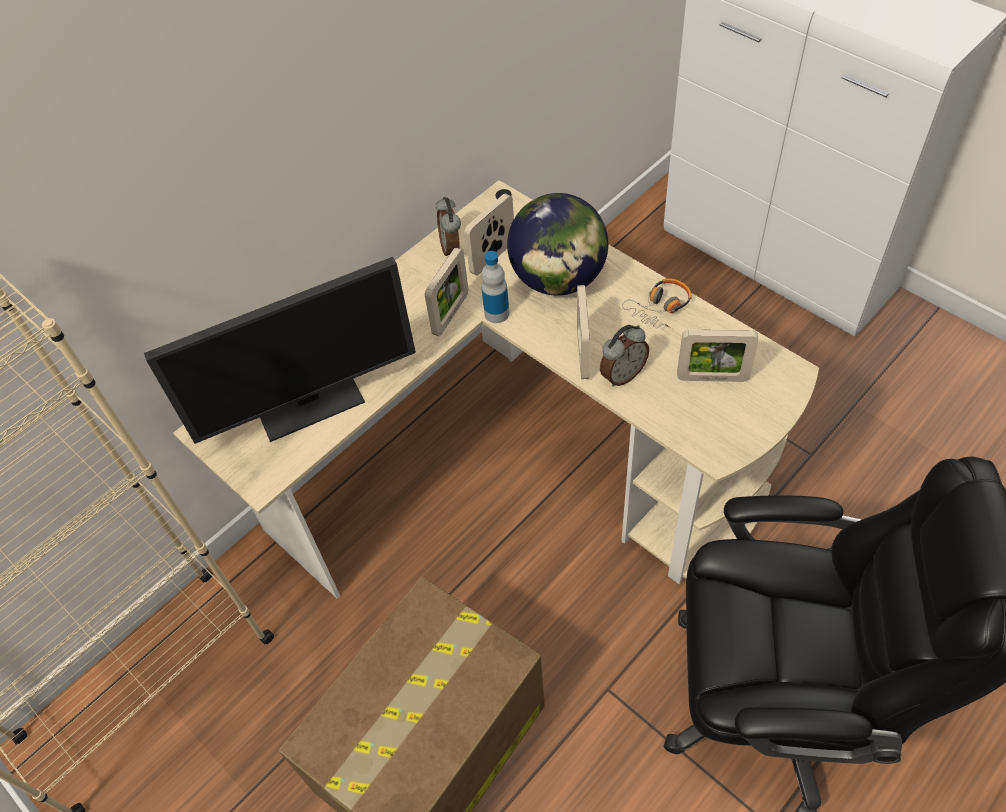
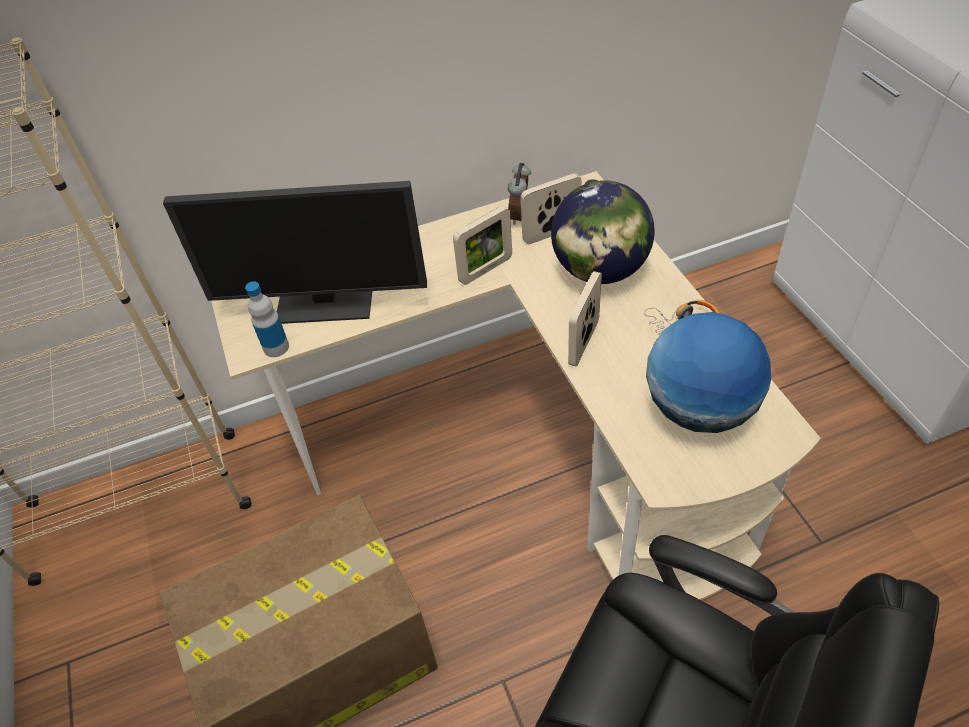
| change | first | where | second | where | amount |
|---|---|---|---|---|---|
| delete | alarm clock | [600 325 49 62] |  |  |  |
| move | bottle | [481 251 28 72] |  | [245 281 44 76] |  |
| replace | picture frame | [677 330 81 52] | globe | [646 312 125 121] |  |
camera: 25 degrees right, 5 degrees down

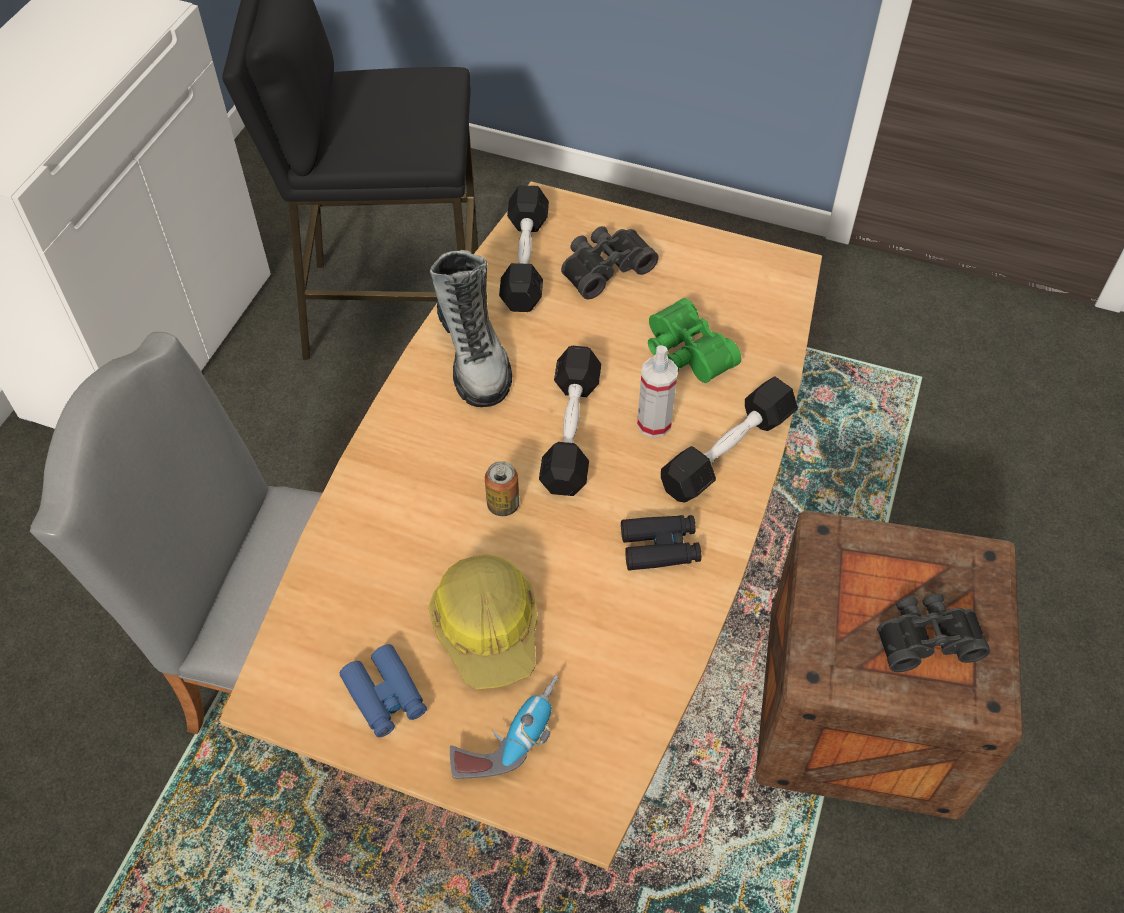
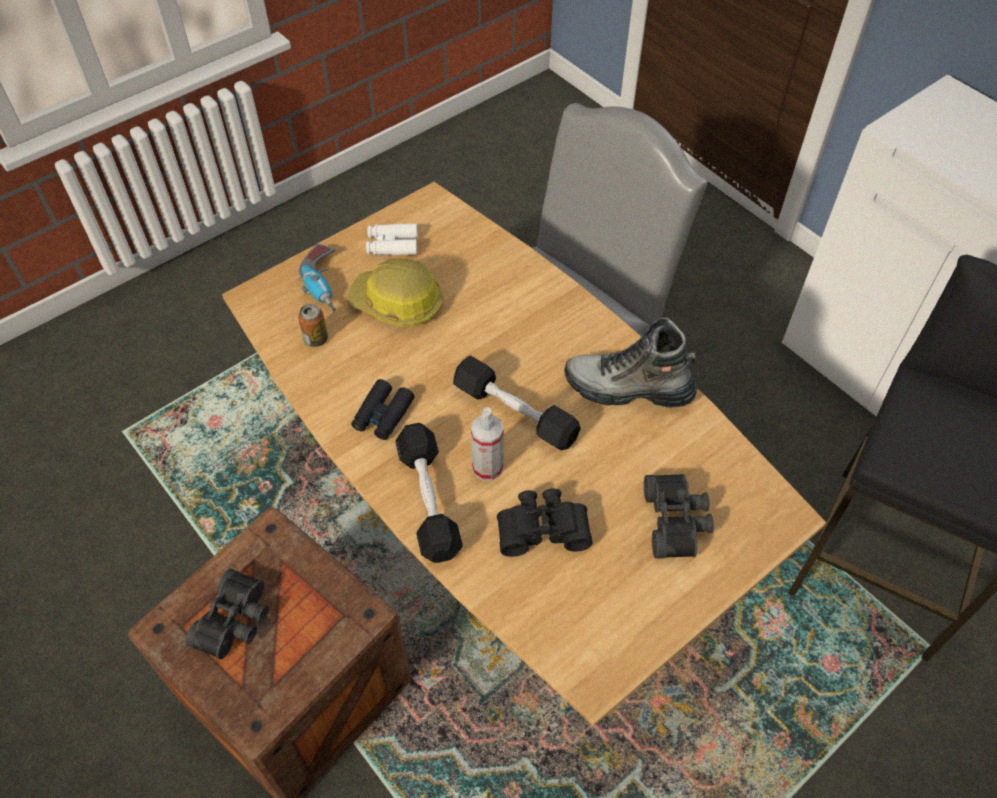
| change | first | where | second | where | amount |
|---|---|---|---|---|---|
| delete | black dumbbell | [499 185 50 127] |  |  |  |
| move | can | [485 461 34 55] |  | [298 304 30 43] |  |
| recolor | blue binoculars | [340 644 87 93] | white binoculars | [366 223 52 32] |  |
| recolor | green binoculars | [648 298 93 85] | black binoculars | [497 488 96 69] |  |
camera: 120 degrees right, 0 degrees up

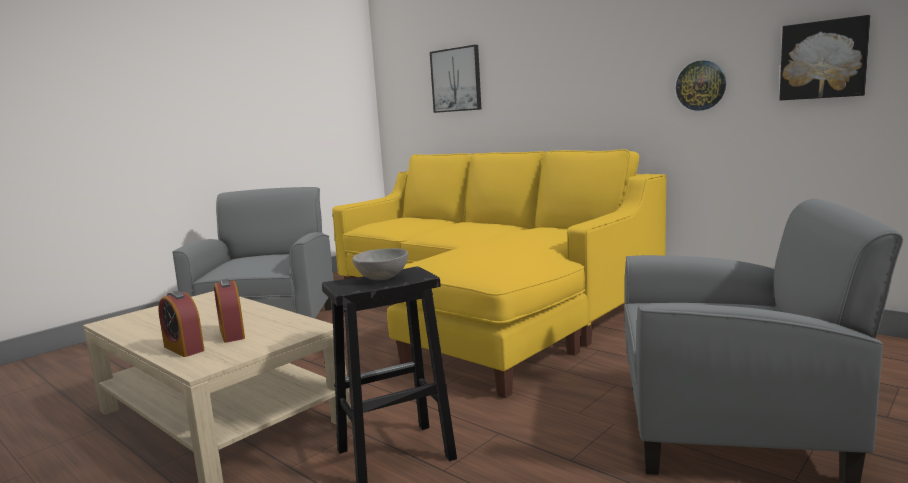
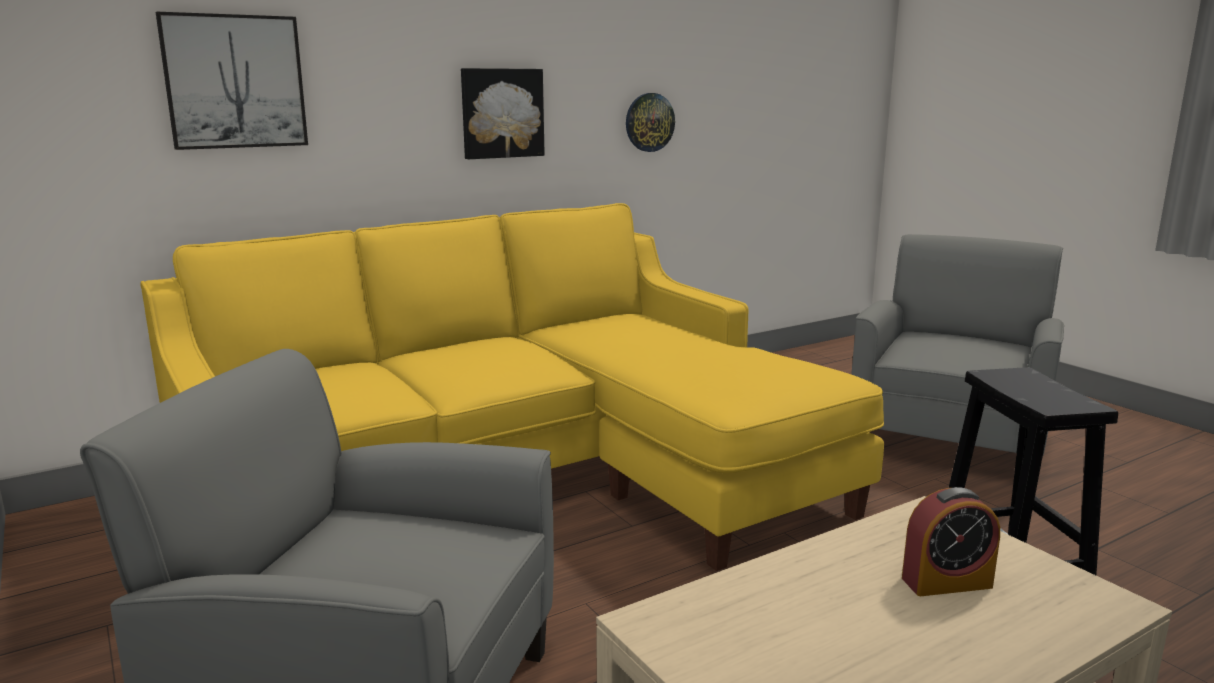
| change | first | where | second | where | amount |
|---|---|---|---|---|---|
| delete | alarm clock | [159 291 46 66] |  |  |  |
| delete | grey bowl | [352 248 56 32] |  |  |  |
| move | picture | [779 15 91 85] |  | [461 68 84 91] |  |
camera: 75 degrees left, 5 degrees up

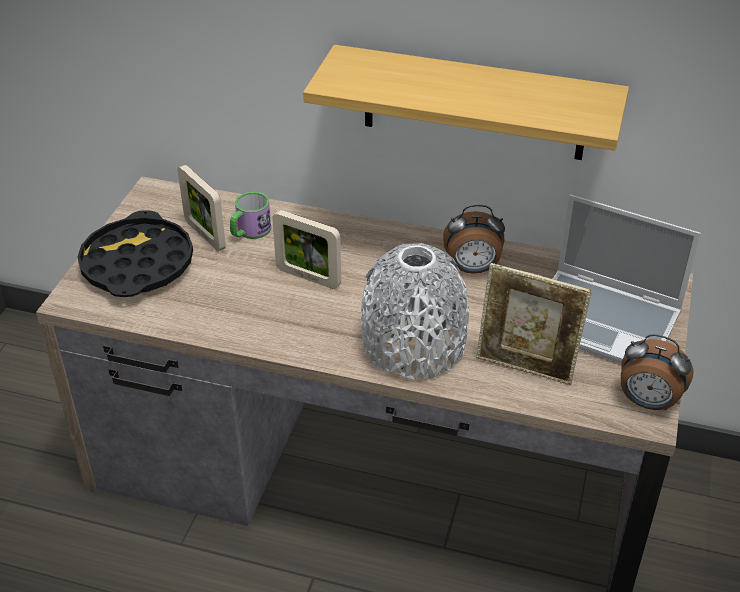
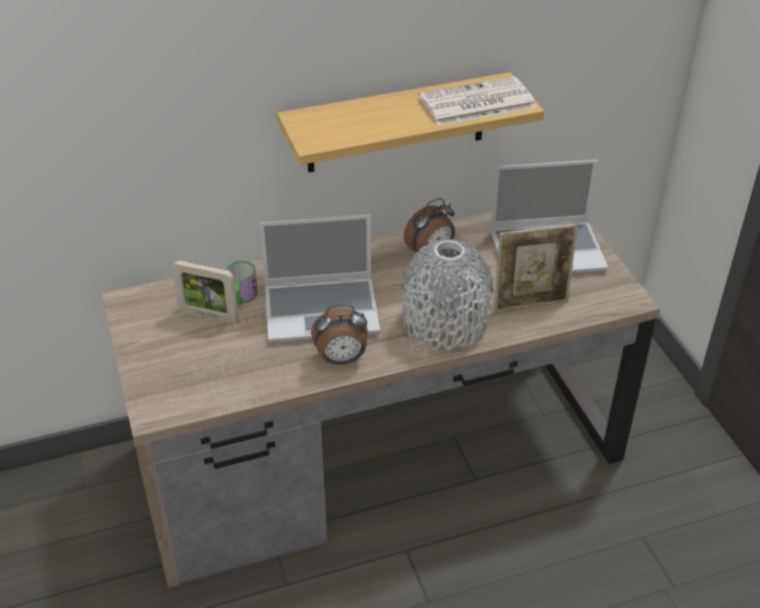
| change | first | where | second | where | amount |
|---|---|---|---|---|---|
| delete | black tray | [77 210 116 87] |  |  |  |
| insert |  |  | newspaper | [419 77 117 49] |  |
| move | alarm clock | [621 334 73 76] |  | [311 304 57 61] |  |
| replace | picture frame | [272 210 69 79] | laptop | [259 215 121 128] |  |
camera: 35 degrees left, 0 degrees up

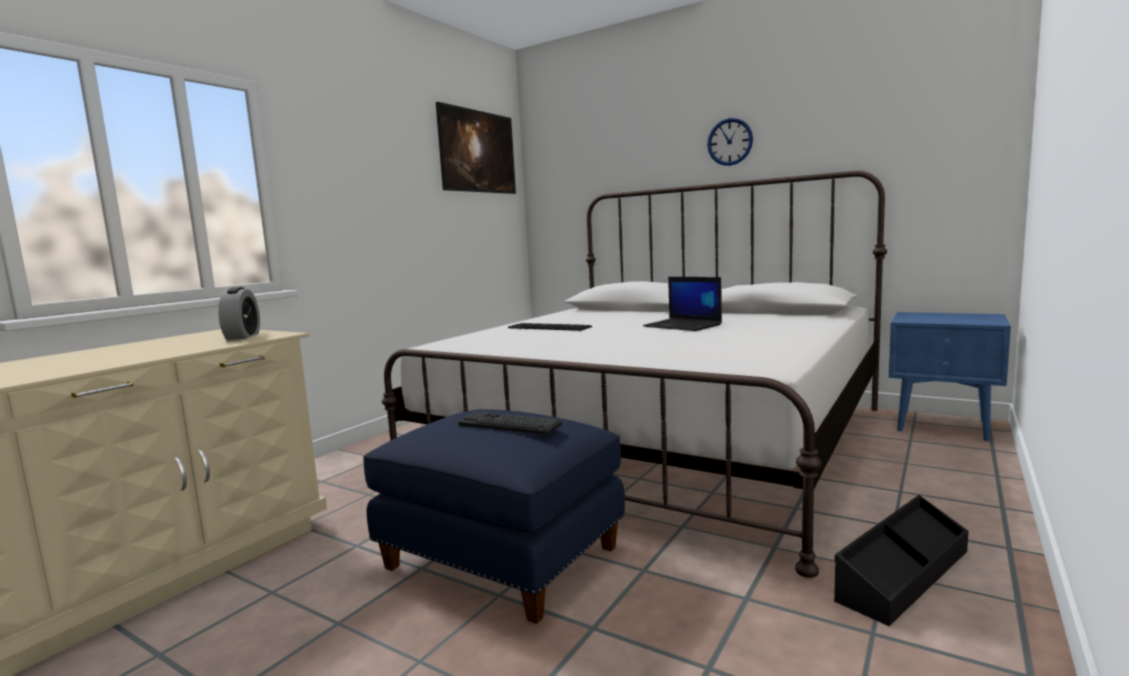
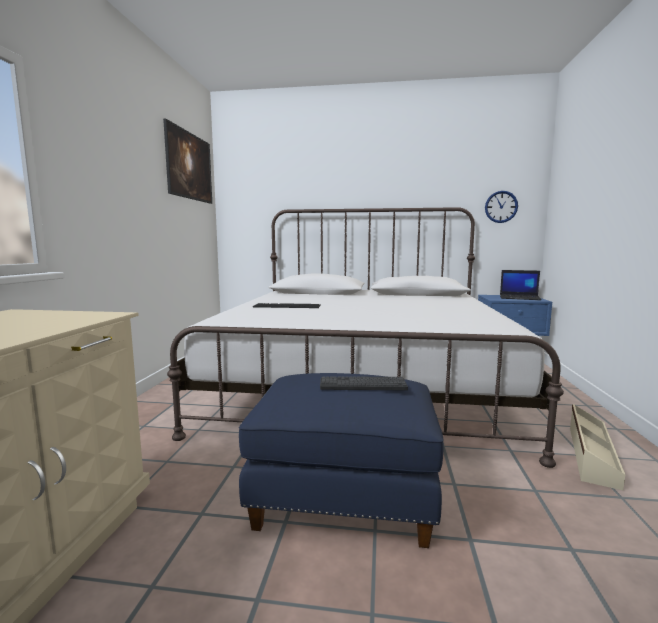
| change | first | where | second | where | amount |
|---|---|---|---|---|---|
| delete | alarm clock | [218 287 42 53] |  |  |  |
| move | laptop | [643 277 79 54] |  | [500 270 42 30] |  |
| move | wall clock | [707 118 46 48] |  | [485 191 33 32] |  |
| recolor | black storage box | [834 495 135 131] | beige storage box | [570 404 55 86] |  |
camera: 25 degrees left, 0 degrees up

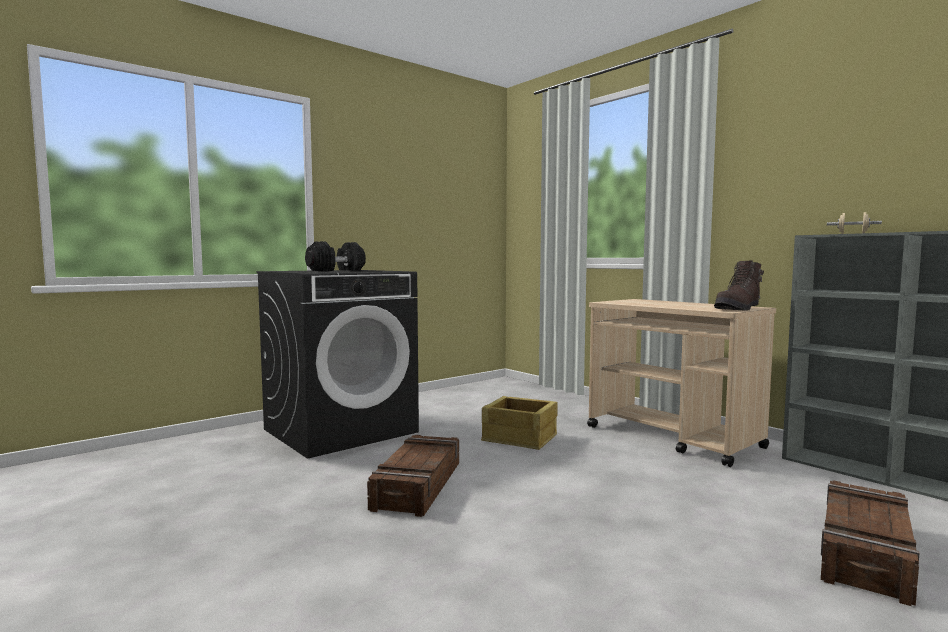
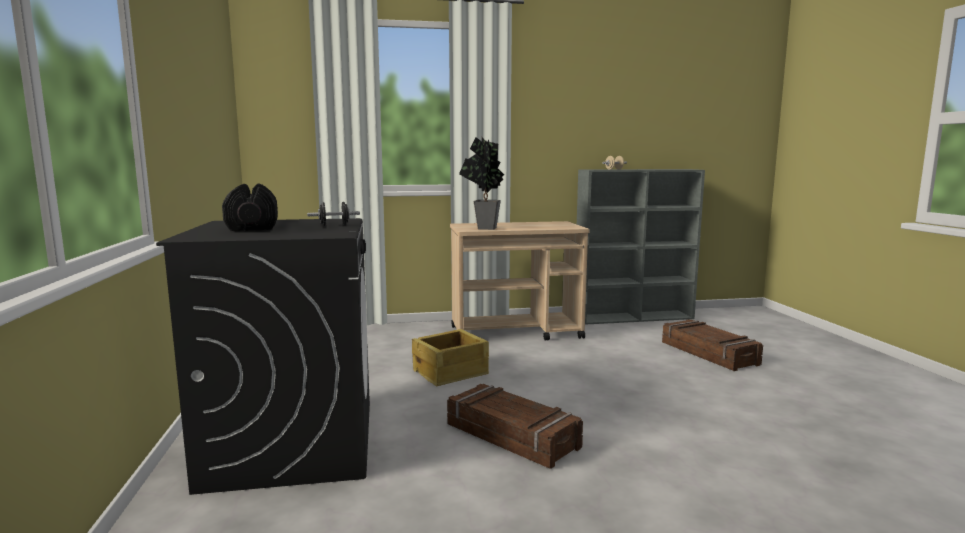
| change | first | where | second | where | amount |
|---|---|---|---|---|---|
| delete | brown boot | [714 260 50 51] |  |  |  |
| insert |  |  | black dumbbell | [307 202 53 24] |  |
| insert |  |  | potted plant | [459 137 45 93] |  |
camera: 60 degrees left, 5 degrees up

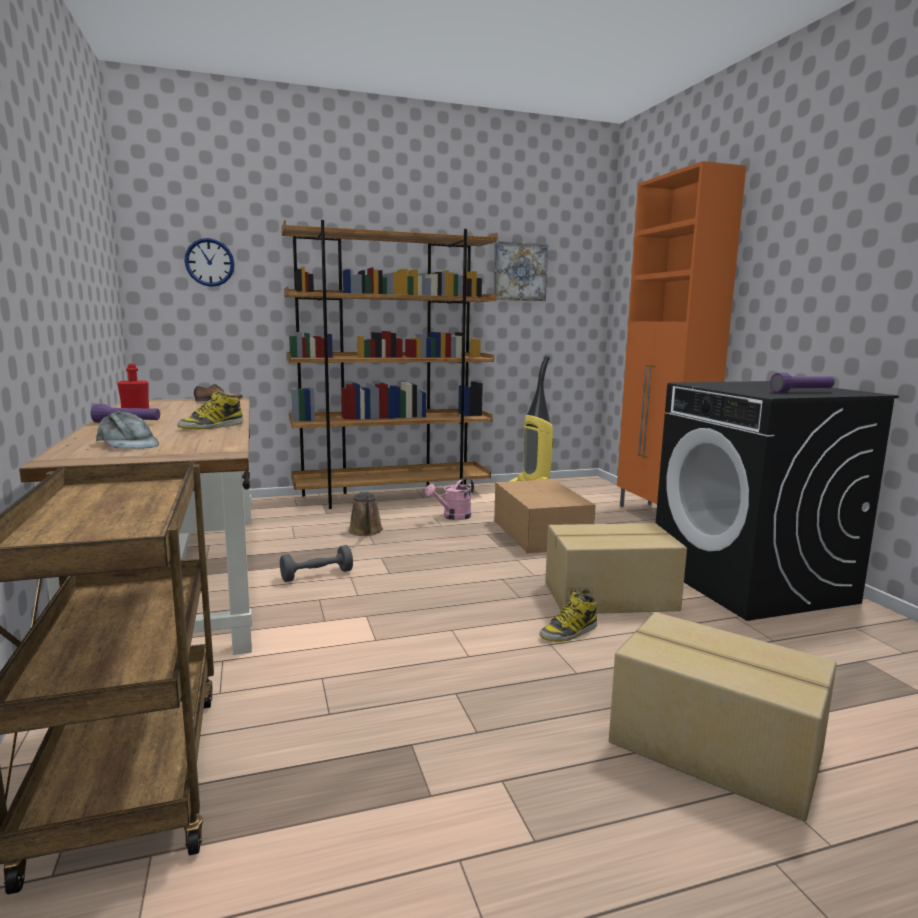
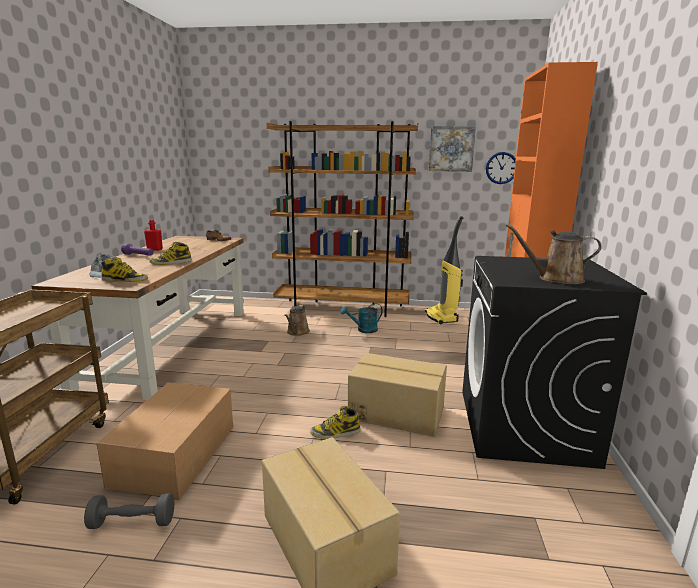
| change | first | where | second | where | amount |
|---|---|---|---|---|---|
| insert |  |  | boot | [101 257 47 25] |  |
| move | wall clock | [184 238 50 49] |  | [486 152 30 32] |  |
| move | grey dumbbell | [280 545 73 37] |  | [84 493 90 36] |  |
| move | cardboard box | [494 479 101 74] |  | [97 382 136 118] |  |
| replace | purple flashlight | [770 373 65 20] | brown watering can | [506 224 96 60] |  |
| recolor | pink watering can | [425 477 49 43] | turquoise watering can | [340 303 43 30] |  |
camera: 25 degrees right, 5 degrees up

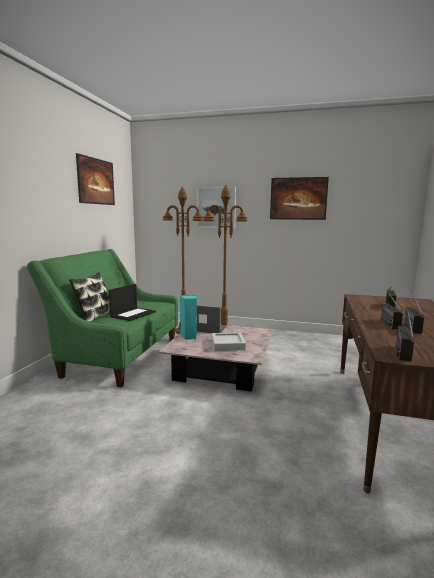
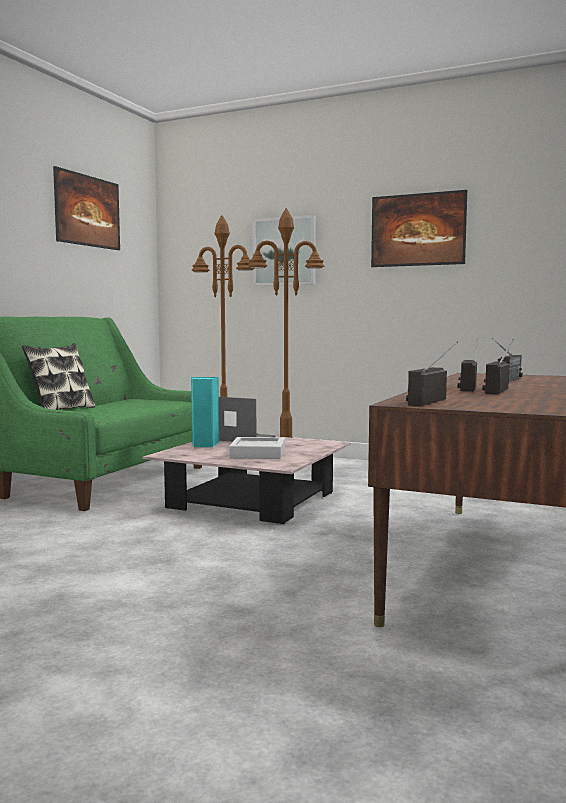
| change | first | where | second | where | amount |
|---|---|---|---|---|---|
| delete | laptop | [109 284 47 37] |  |  |  |
camera: 10 degrees right, 5 degrees down

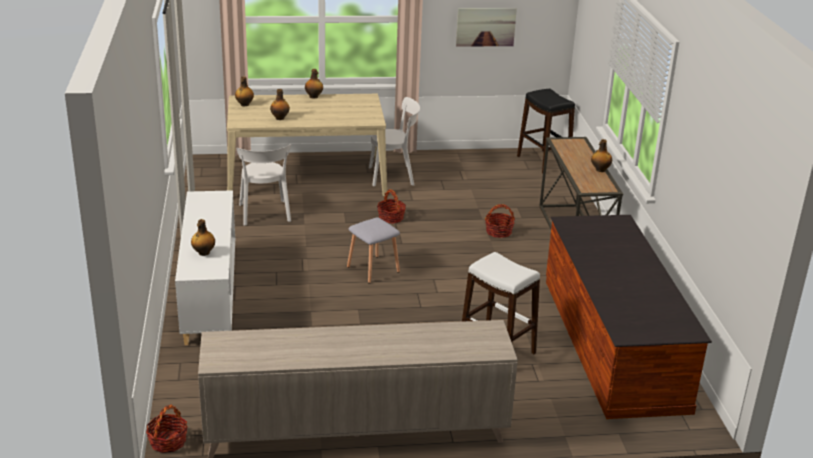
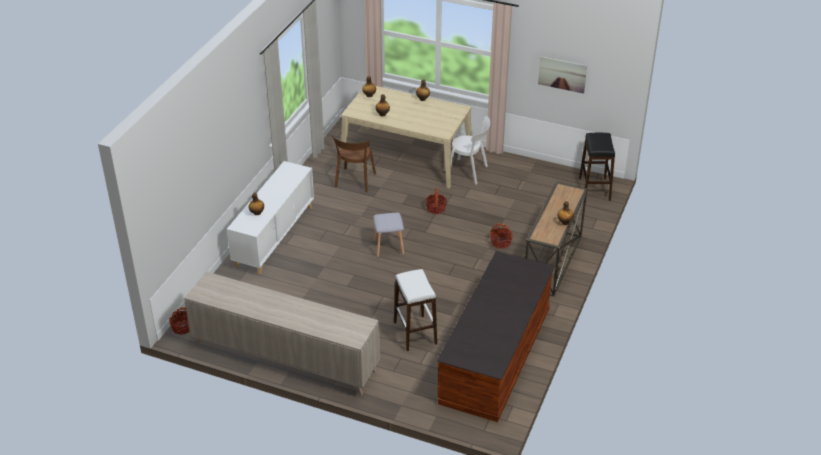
| change | first | where | second | where | amount |
|---|---|---|---|---|---|
| recolor | white chair | [237 144 54 82] | brown chair | [332 136 44 56] |  |
camera: 30 degrees right, 10 degrees up

